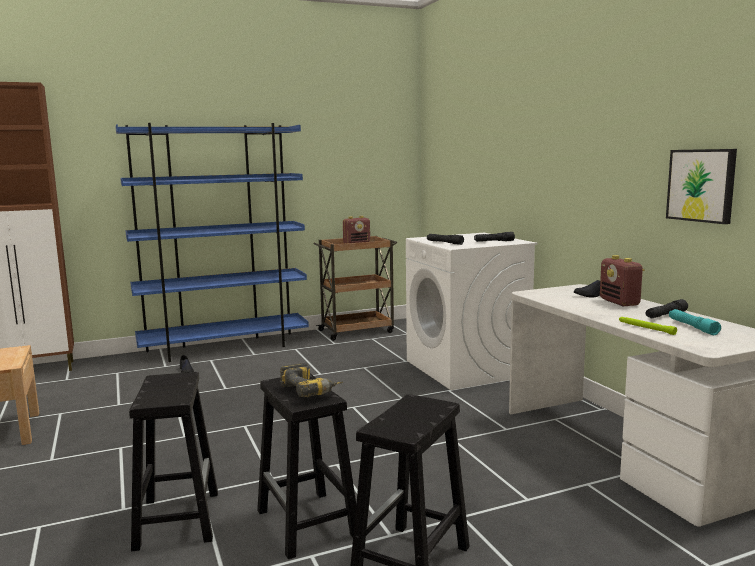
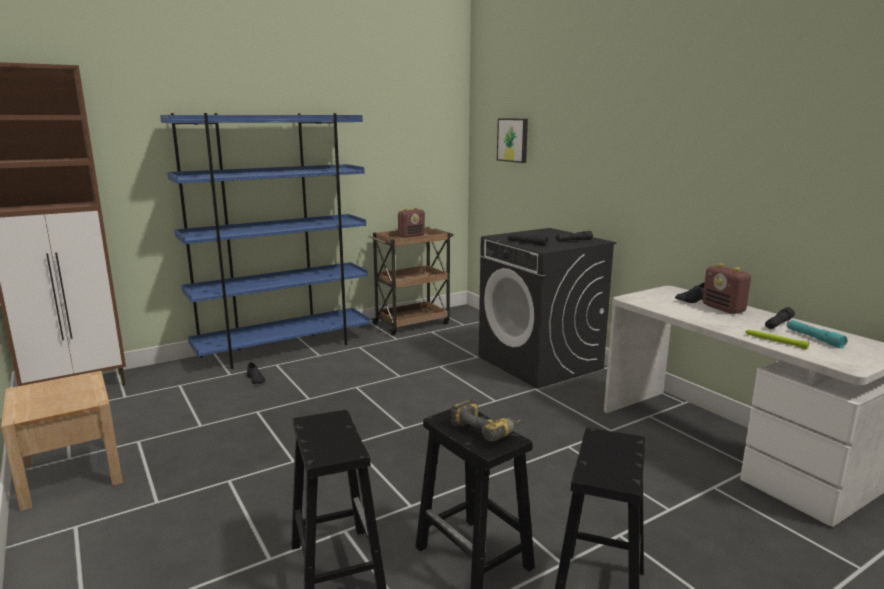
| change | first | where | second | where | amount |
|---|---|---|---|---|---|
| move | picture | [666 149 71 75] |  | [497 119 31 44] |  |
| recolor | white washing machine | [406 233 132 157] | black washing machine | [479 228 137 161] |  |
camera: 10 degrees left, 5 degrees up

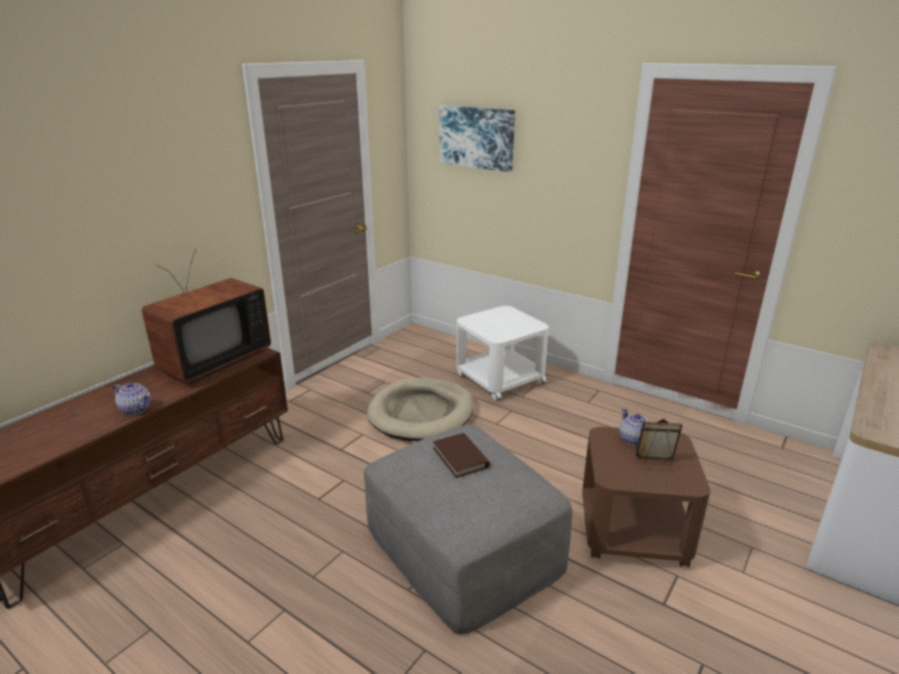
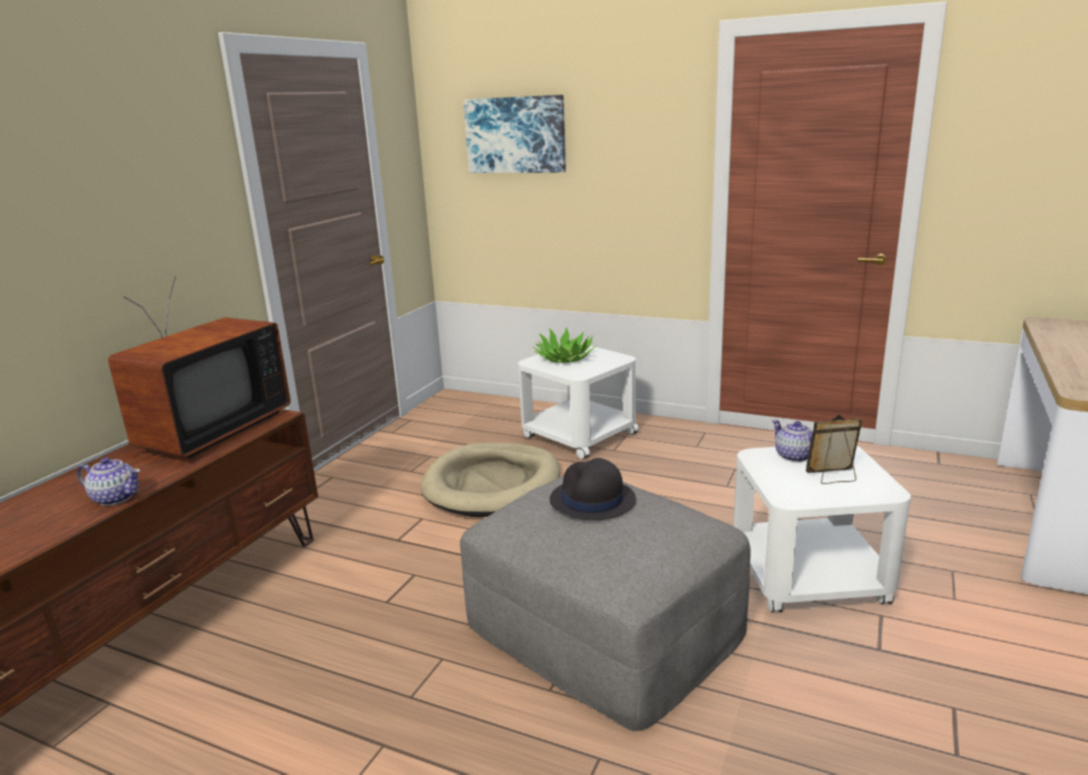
| change | first | where | second | where | amount |
|---|---|---|---|---|---|
| insert |  |  | potted plant | [532 327 64 36] |  |
| replace | brown book | [433 433 57 45] | black hat | [550 458 86 63] |  |
| recolor | brown side table | [582 427 129 140] | white side table | [733 446 178 167] |  |
camera: 10 degrees left, 5 degrees down

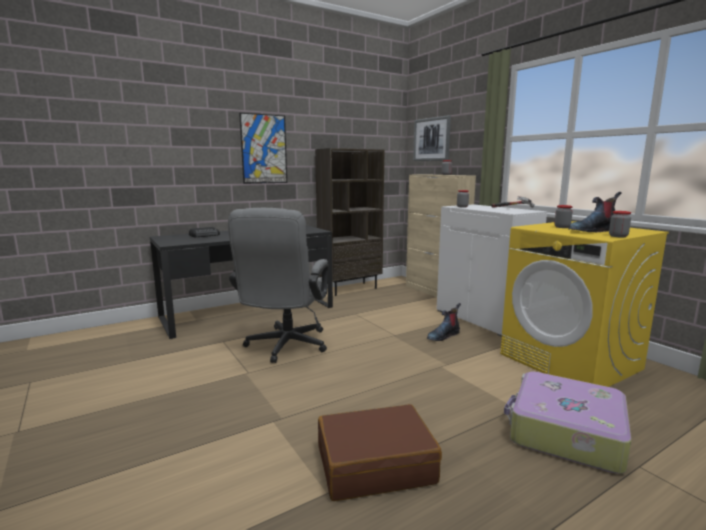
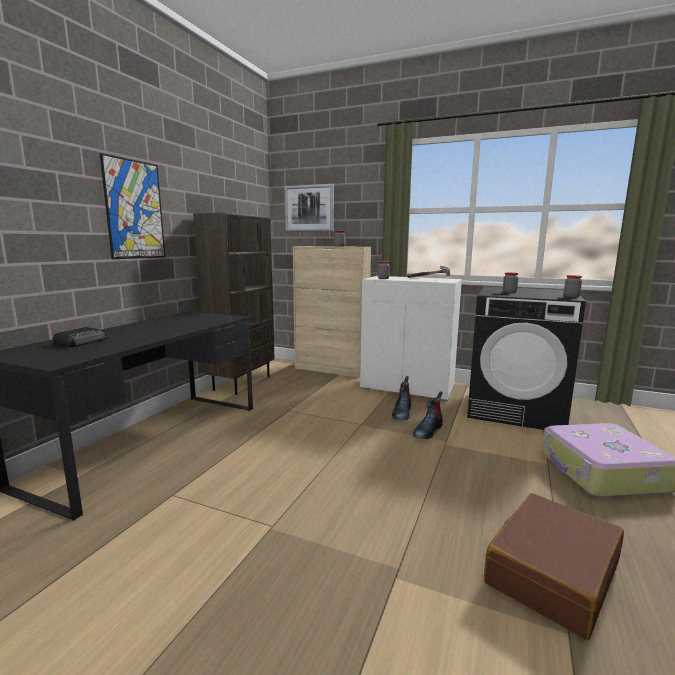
| change | first | where | second | where | amount |
|---|---|---|---|---|---|
| delete | grey office chair | [228 208 100 155] |  |  |  |
| move | boot | [568 192 54 40] |  | [413 391 30 48] |  |
| recolor | yellow washing machine | [500 221 169 166] | black washing machine | [467 286 119 144] |  |
camera: 35 degrees left, 0 degrees up

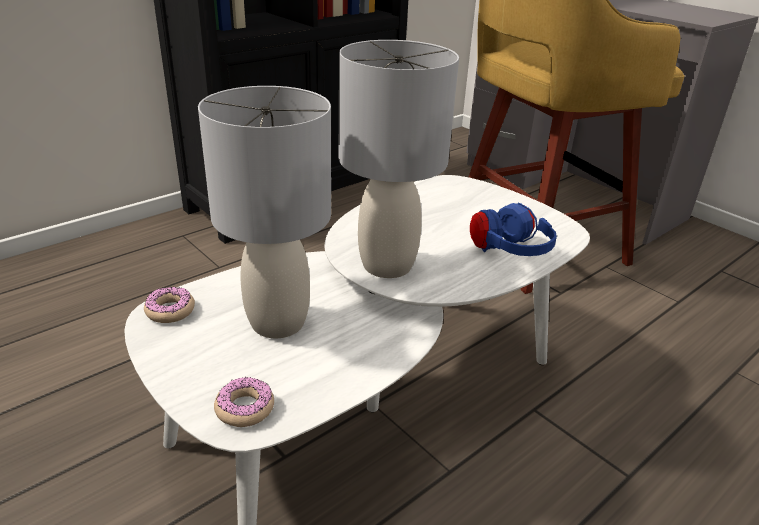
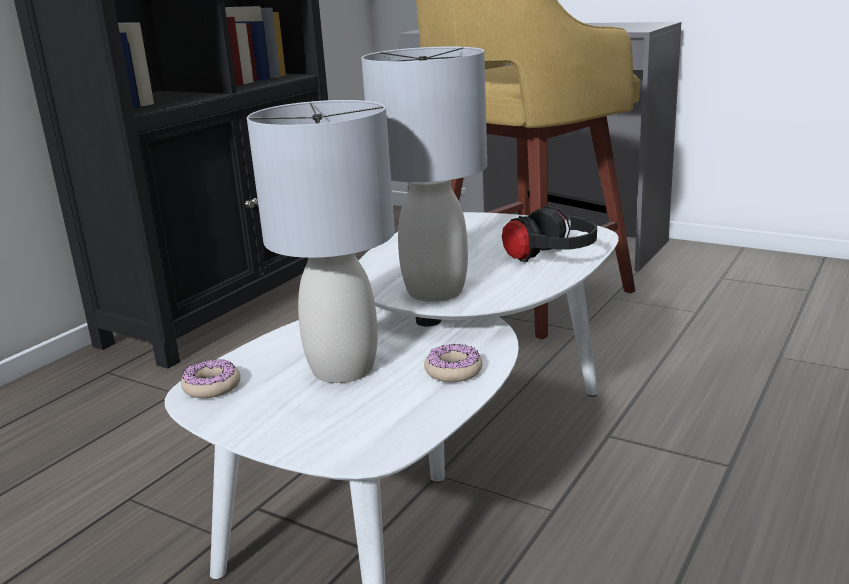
| change | first | where | second | where | amount |
|---|---|---|---|---|---|
| move | donut | [214 377 60 50] |  | [424 344 58 38] |  |
| recolor | blue headphones | [470 203 87 53] | black headphones | [502 206 95 56] |  |
camera: 15 degrees left, 10 degrees down

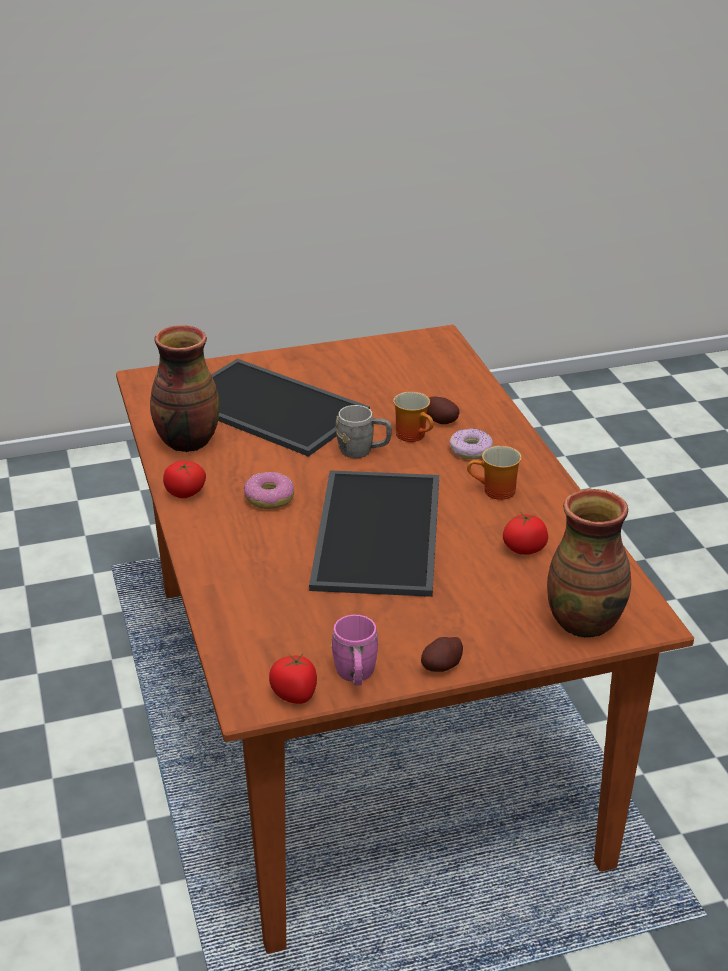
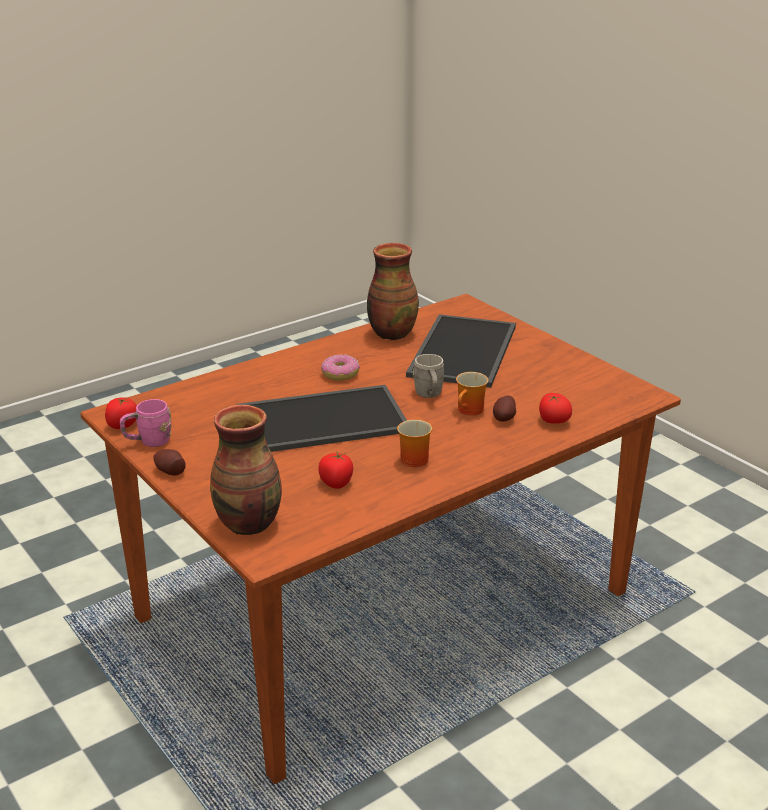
| change | first | where | second | where | amount |
|---|---|---|---|---|---|
| delete | donut | [449 428 44 31] |  |  |  |
| move | tomato | [163 461 43 37] |  | [539 393 33 31] |  |
camera: 70 degrees right, 5 degrees down

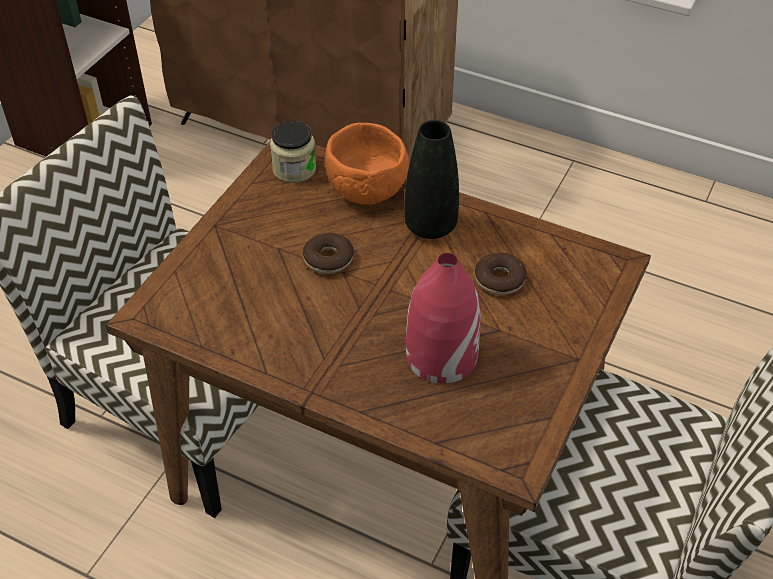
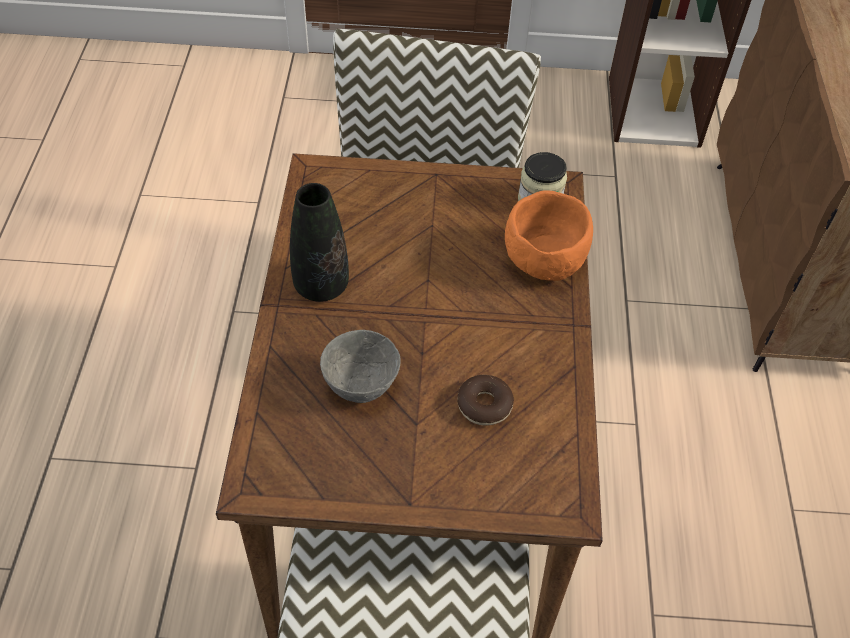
| change | first | where | second | where | amount |
|---|---|---|---|---|---|
| delete | donut | [303 233 51 41] |  |  |  |
| move | black vase | [404 120 55 119] |  | [290 183 59 119] |  |
| replace | red vase | [406 253 75 131] | grey bowl | [320 330 81 73] |  |
camera: 65 degrees right, 5 degrees up

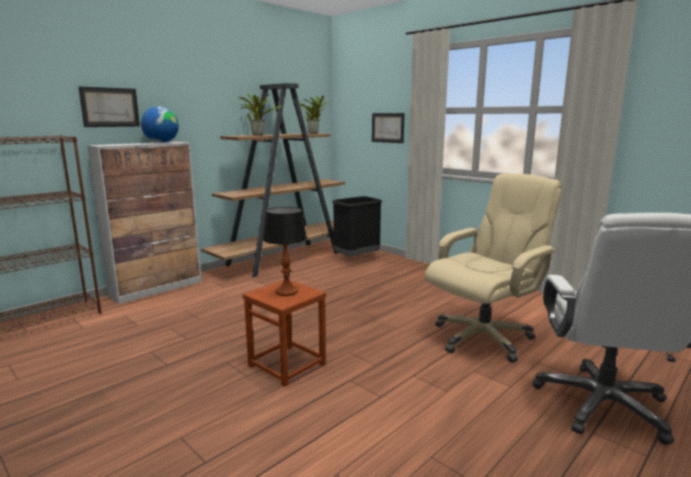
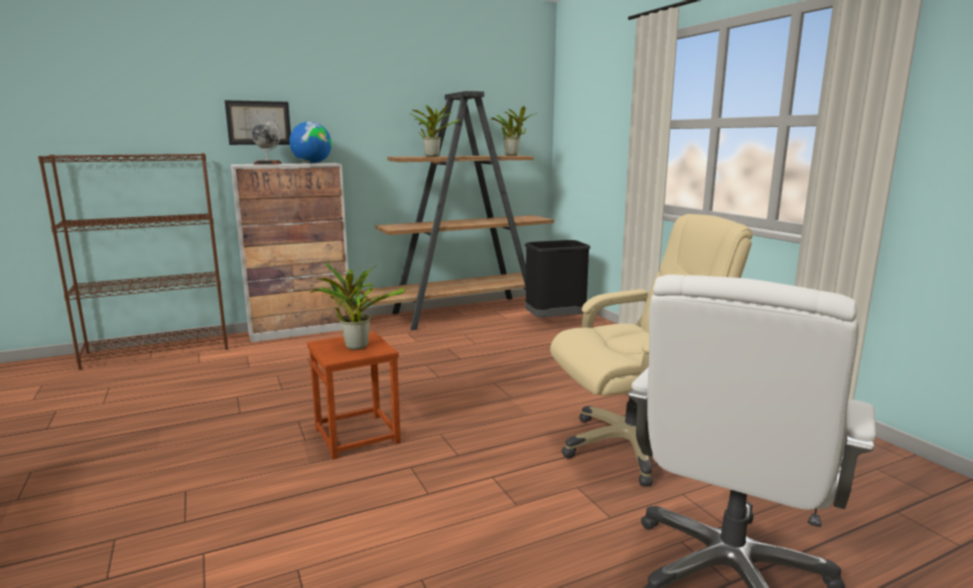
| change | first | where | second | where | amount |
|---|---|---|---|---|---|
| delete | picture | [372 113 33 30] |  |  |  |
| insert |  |  | globe | [252 121 30 44] |  |
| replace | table lamp | [263 207 44 89] | potted plant | [310 262 95 88] |  |
camera: 20 degrees right, 0 degrees up

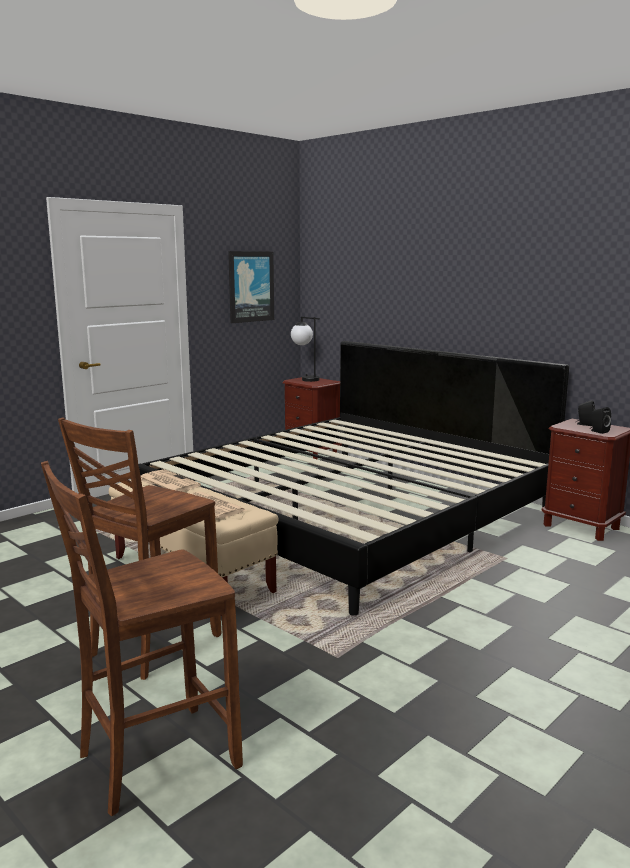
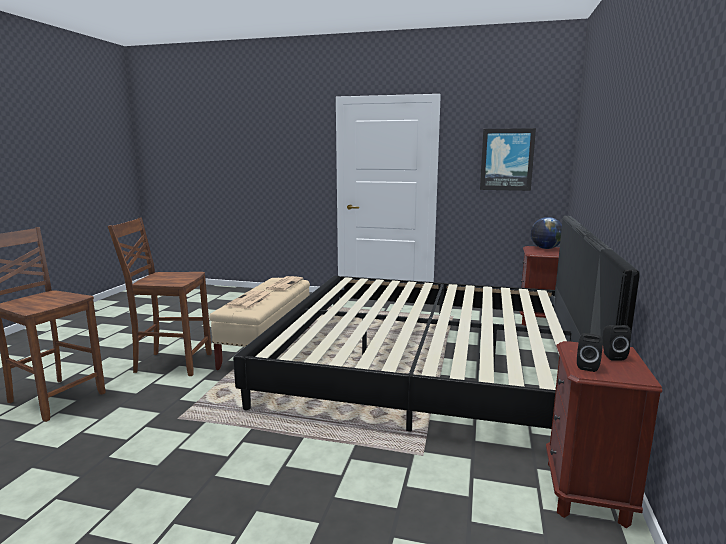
| change | first | where | second | where | amount |
|---|---|---|---|---|---|
| replace | table lamp | [291 317 29 65] | globe | [531 217 31 32] |  |
camera: 60 degrees right, 0 degrees up

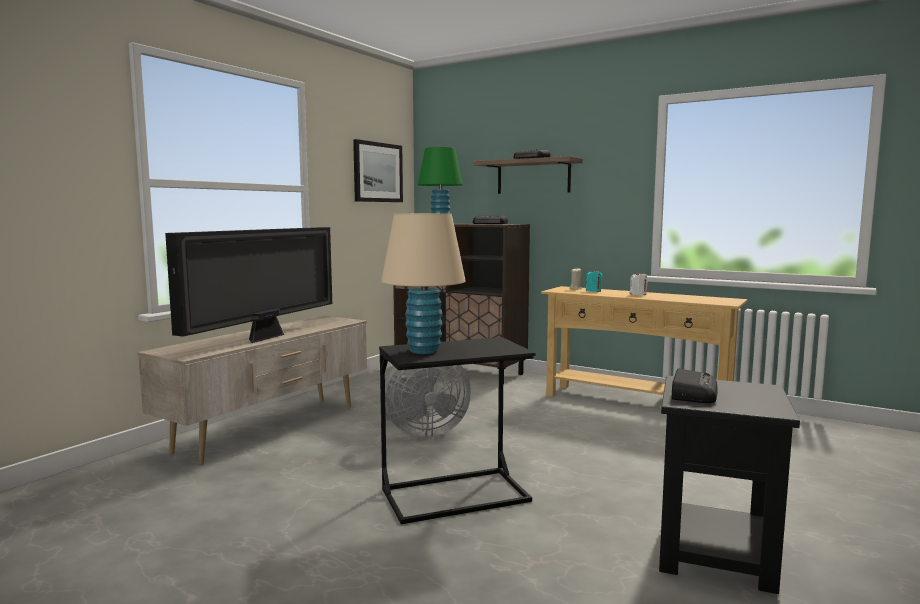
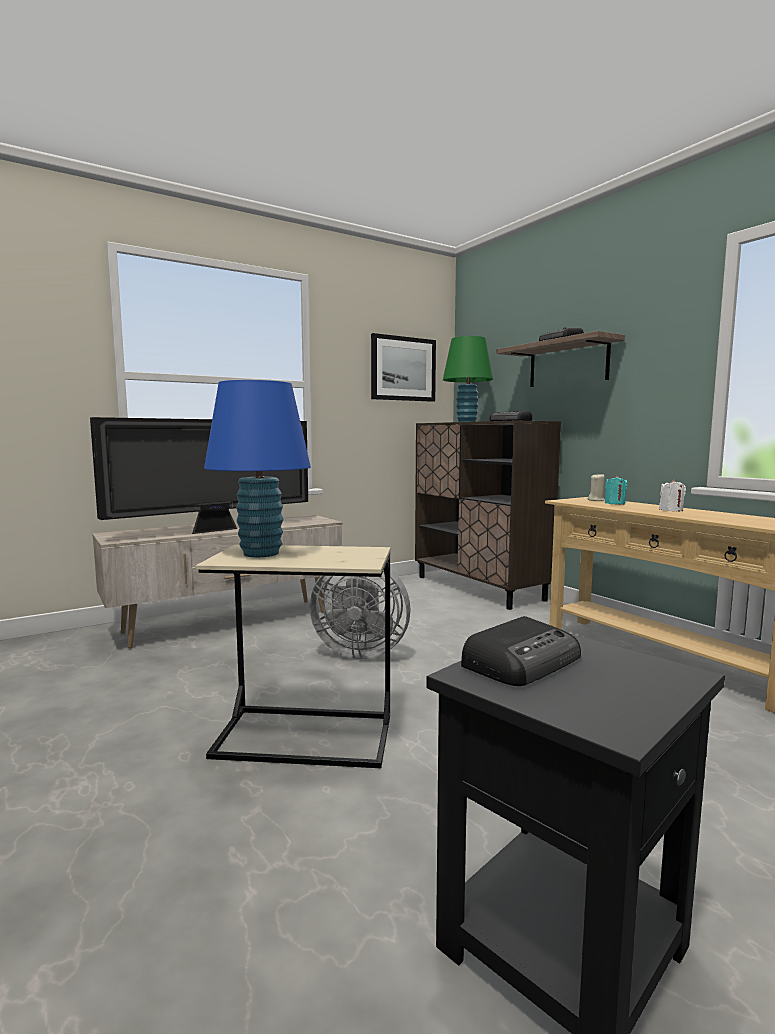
| change | first | where | second | where | amount |
|---|---|---|---|---|---|
| recolor | black side table | [379 337 157 187] | beige side table | [196 544 195 224] |  |
| recolor | beige table lamp | [381 214 85 140] | blue table lamp | [204 380 107 177] |  |
camera: 25 degrees right, 0 degrees up

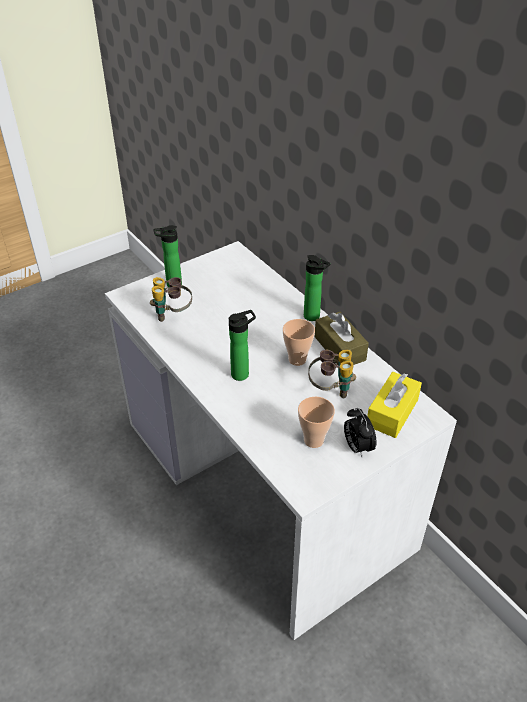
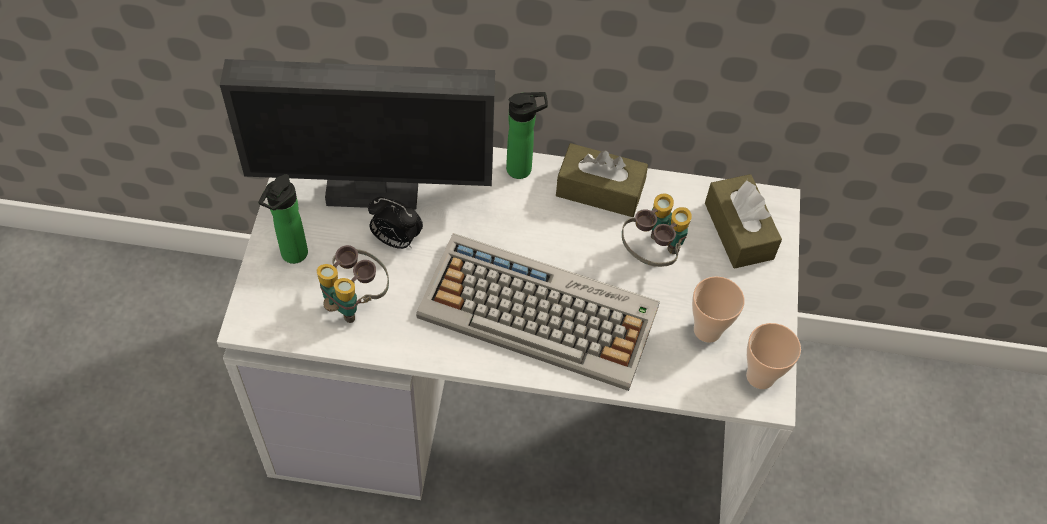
| change | first | where | second | where | amount |
|---|---|---|---|---|---|
| insert |  |  | monitor | [220 59 275 150] |  |
| move | cup | [283 319 32 47] |  | [746 323 55 66] |  |
| move | alarm clock | [344 408 32 49] |  | [368 197 55 52] |  |
| replace | bottle | [228 310 28 71] | keyboard | [416 233 244 158] |  |
| recolor | yellow tissue box | [367 372 55 66] | brown tissue box | [705 174 77 95] |  |
camera: 50 degrees left, 15 degrees up

